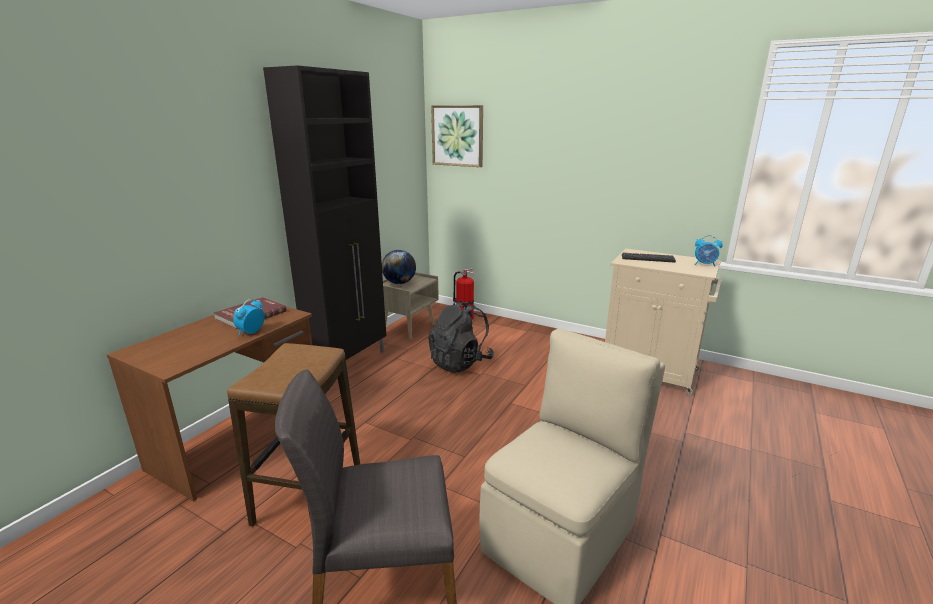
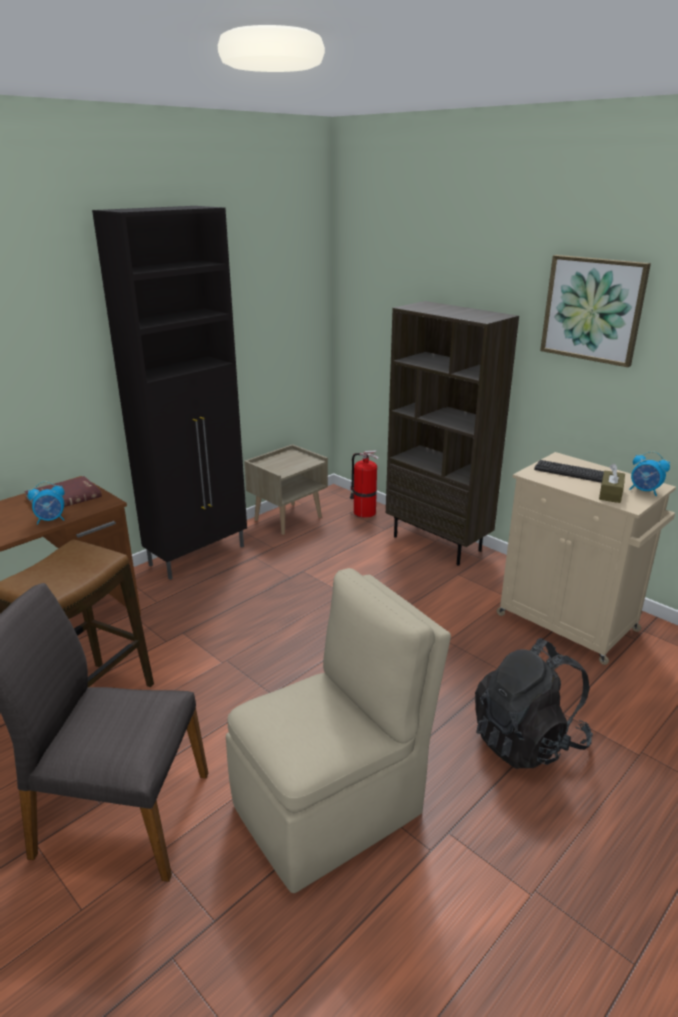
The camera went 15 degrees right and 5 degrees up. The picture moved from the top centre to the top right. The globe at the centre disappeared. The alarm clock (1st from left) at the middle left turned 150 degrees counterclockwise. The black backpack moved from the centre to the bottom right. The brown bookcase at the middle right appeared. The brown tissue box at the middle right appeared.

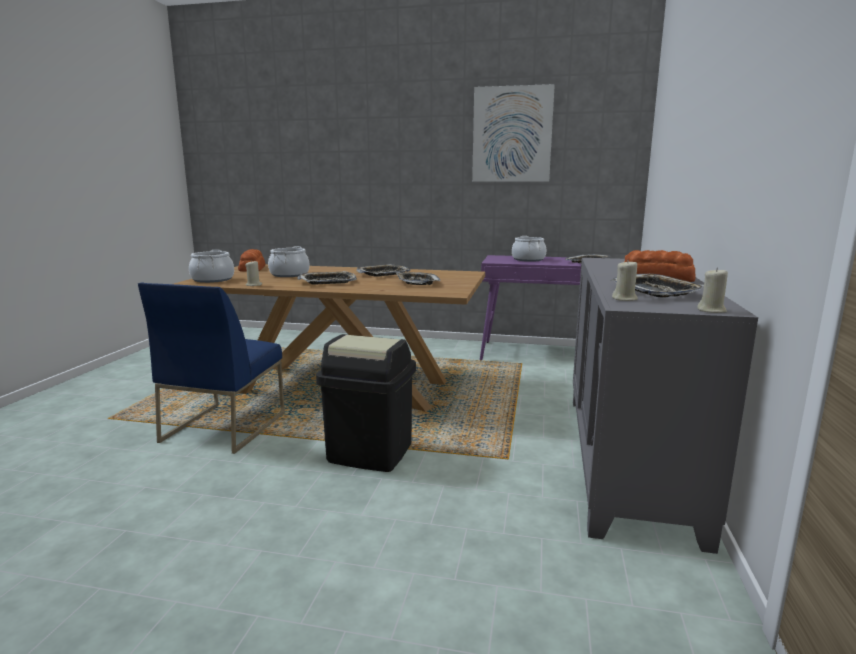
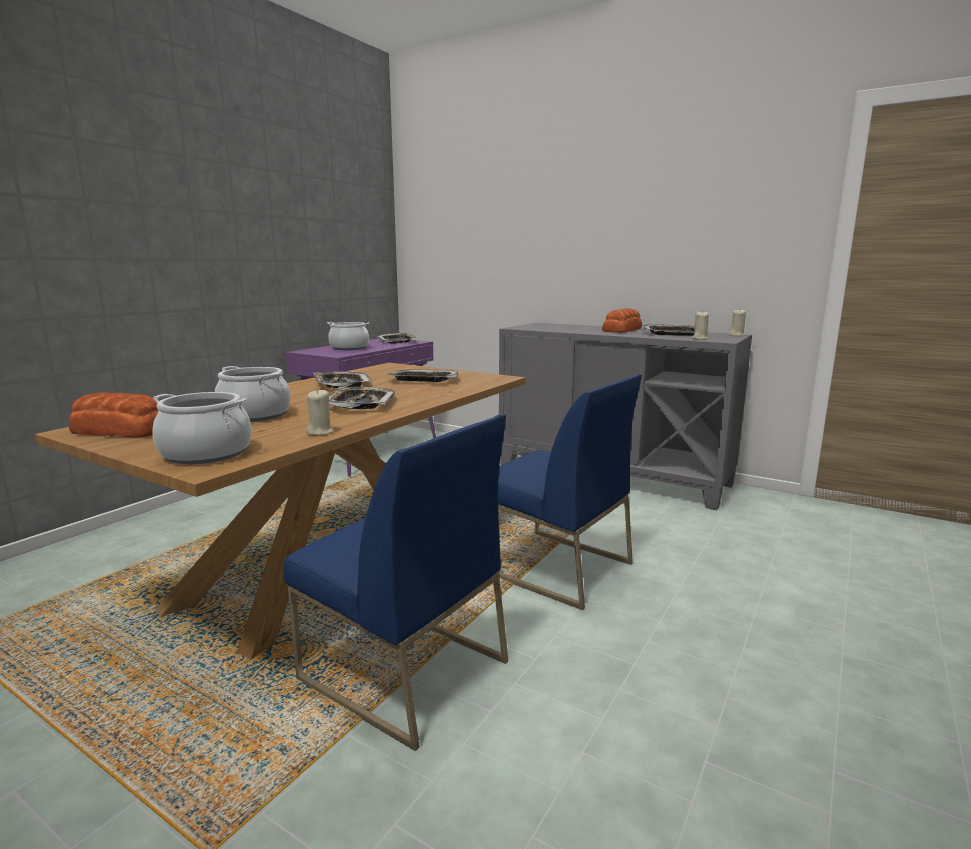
The camera went 70 degrees left and 0 degrees up. The picture at the top centre disappeared. The black trash can at the centre was replaced by the blue chair (2nd from left) at the centre.

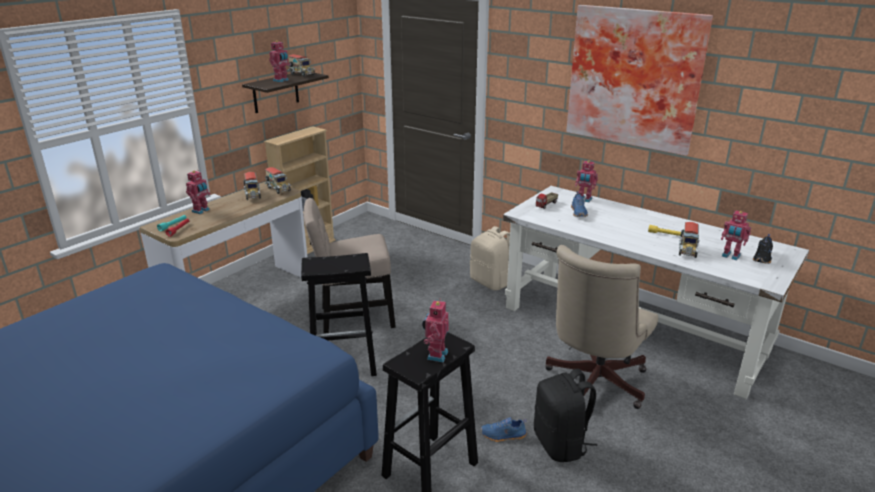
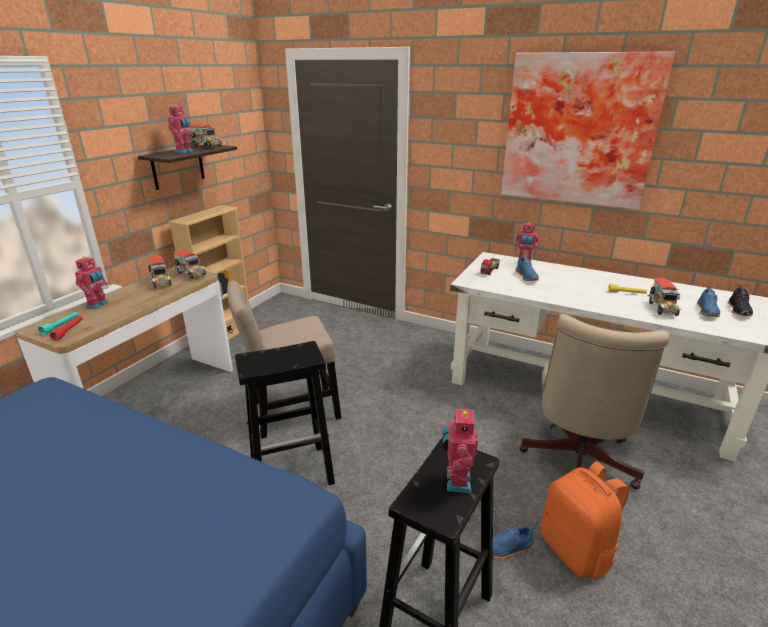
The camera went 10 degrees left and 0 degrees up. The toy robot (5th from left) at the middle right was replaced by the blue shoe (3rd from left) at the middle right. The beige backpack at the centre disappeared. The black backpack at the bottom centre became the orange backpack at the bottom right.

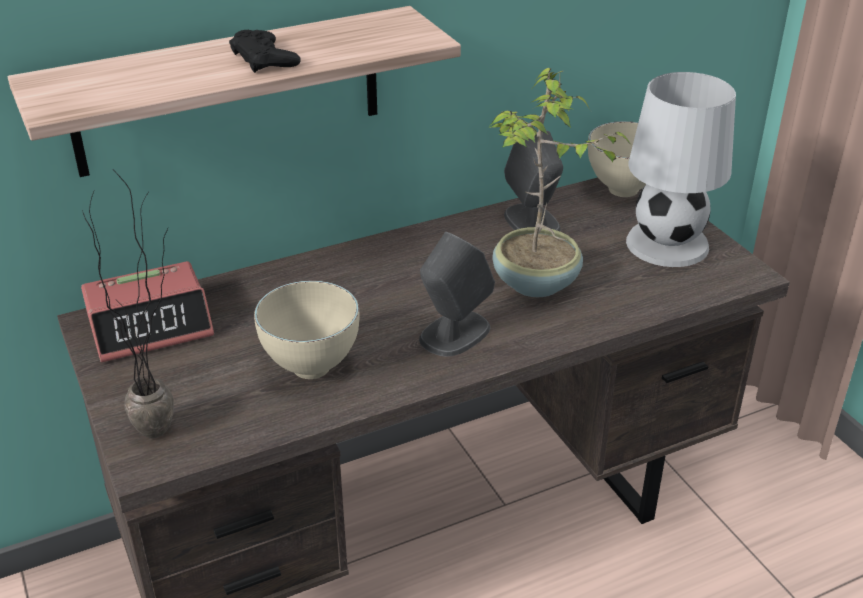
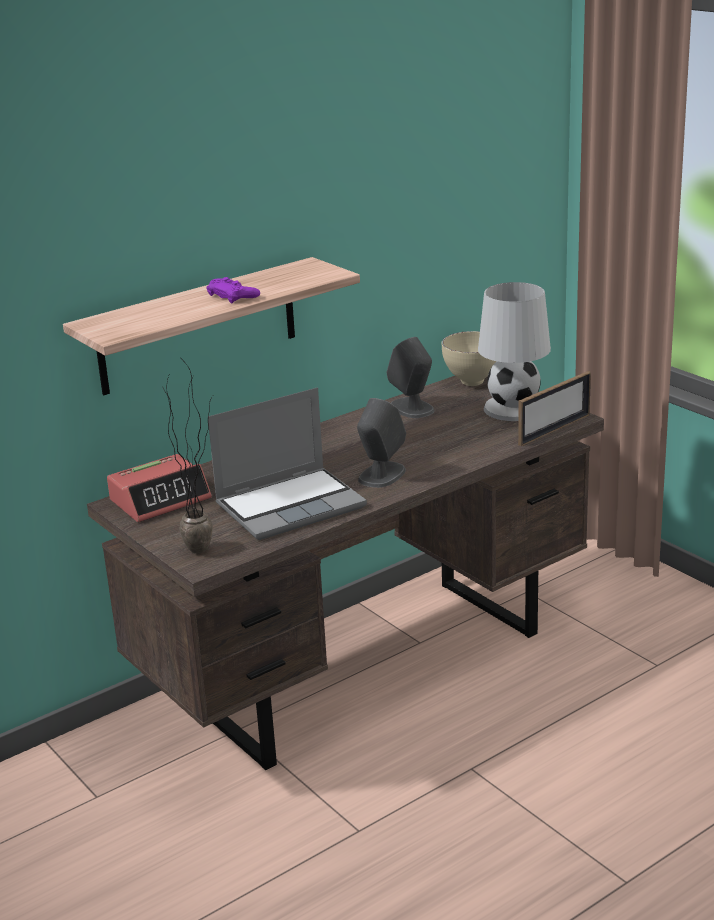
The camera went 10 degrees left and 10 degrees down. The black game controller at the top left became the purple game controller at the top left. The potted plant (2nd from left) at the top centre disappeared. The beige bowl (1st from left) at the centre was replaced by the laptop at the centre. The picture frame at the middle right appeared.

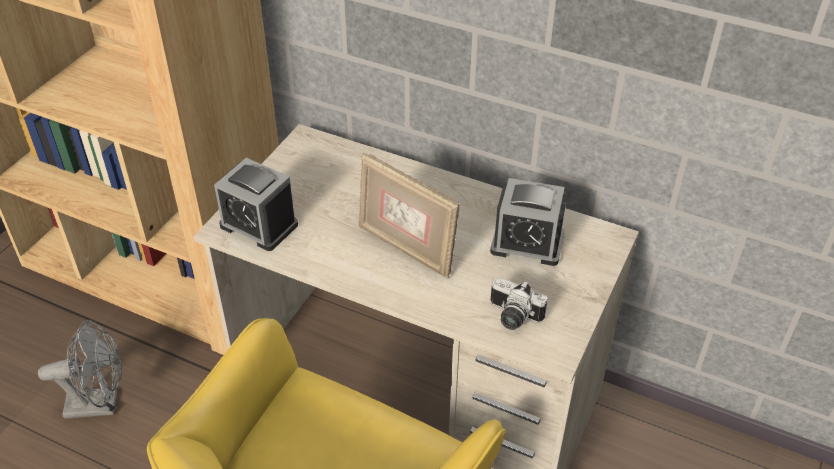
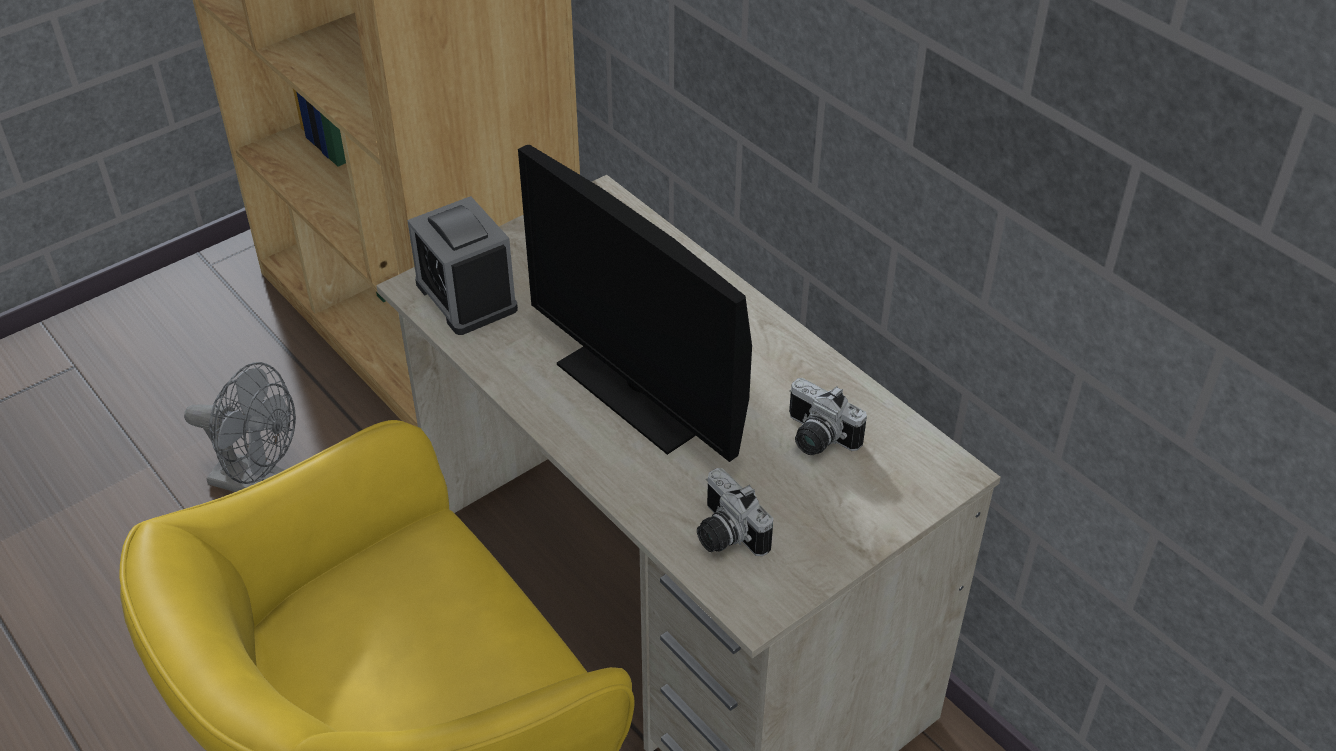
The camera went 25 degrees right and 0 degrees up. The picture frame at the centre was replaced by the monitor at the centre. The alarm clock (2nd from left) at the centre was replaced by the photo camera (2nd from left) at the centre.

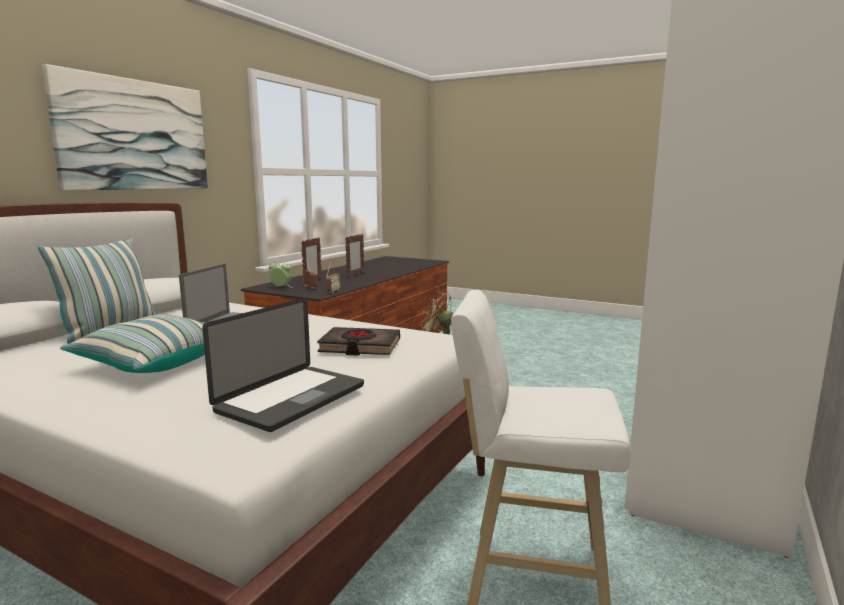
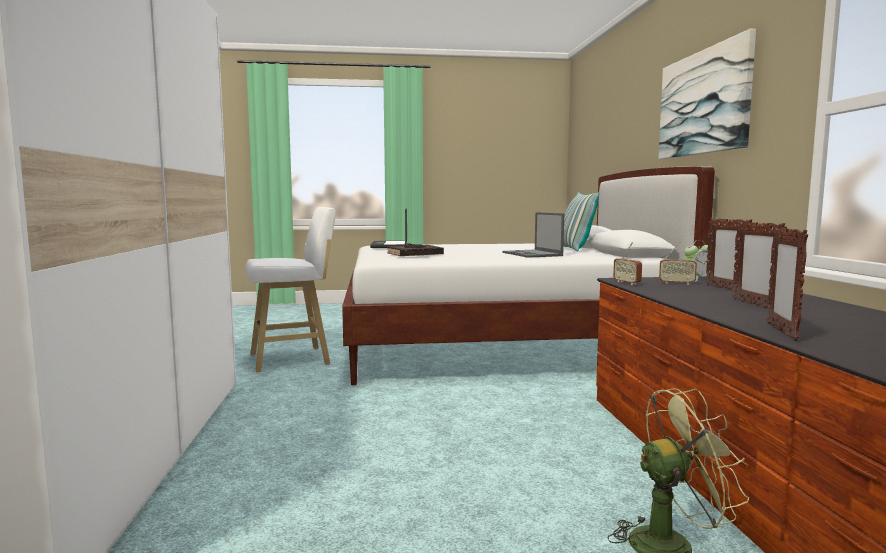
The camera went 145 degrees right and 5 degrees down. The pillow (2nd from left) at the middle left disappeared. The picture frame (3rd from left) at the middle right appeared.

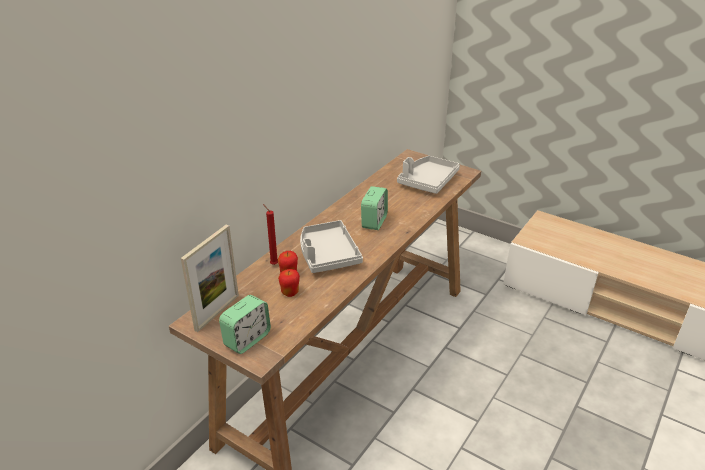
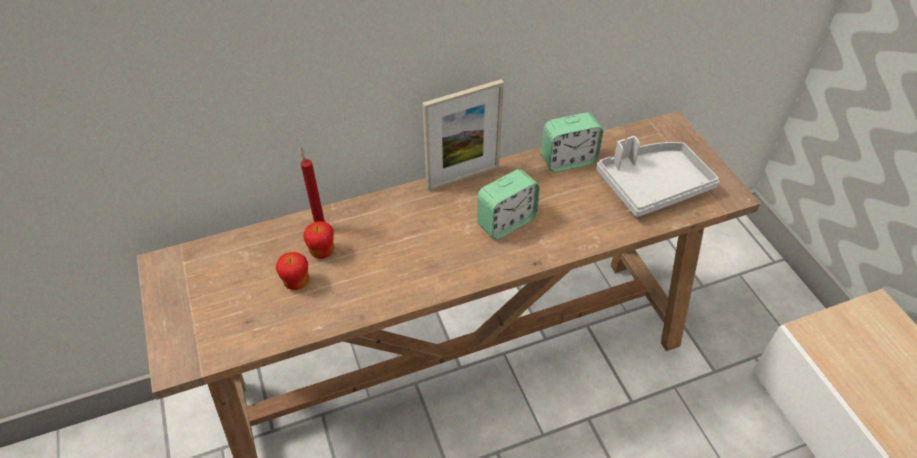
The camera went 35 degrees right and 15 degrees up. The grey tray (1st from left) at the centre disappeared. The picture frame moved from the middle left to the top centre. The alarm clock (1st from left in the first image) moved from the bottom centre to the top centre.

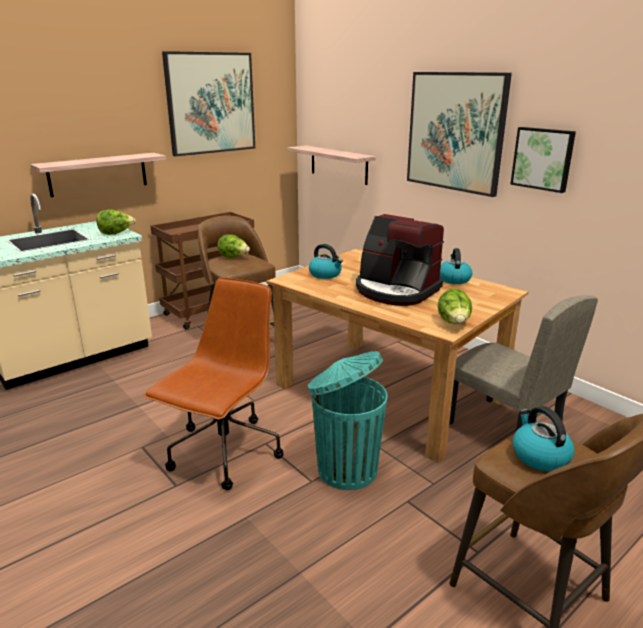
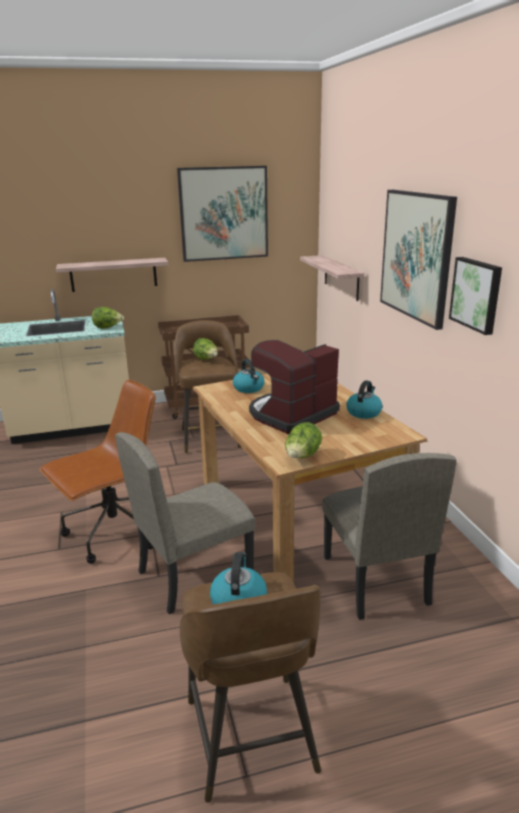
The camera went 25 degrees right and 0 degrees up. The coffee machine at the centre turned 75 degrees clockwise. The turquoise trash can at the bottom centre was replaced by the beige chair (1st from left) at the centre.

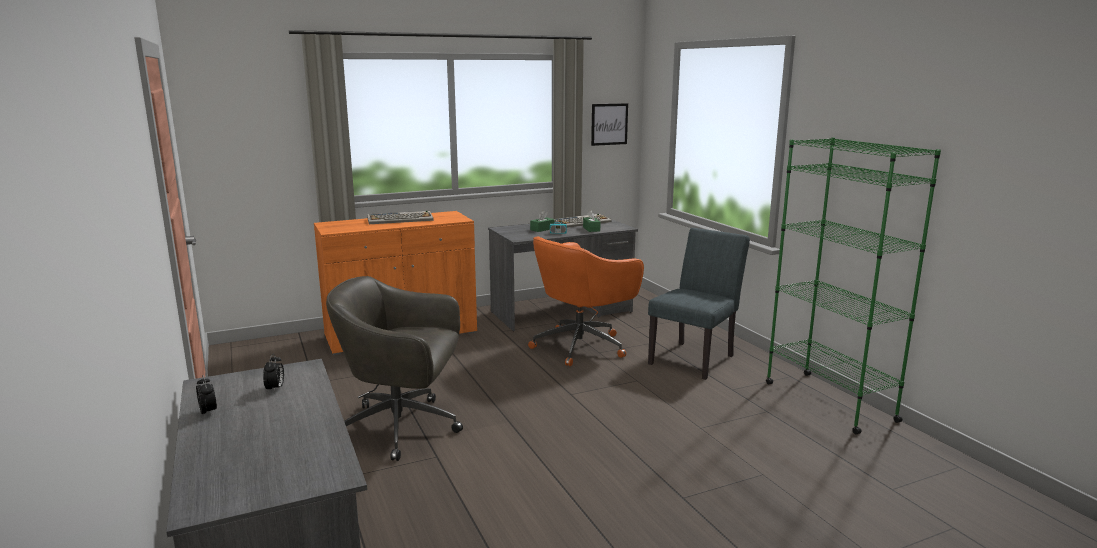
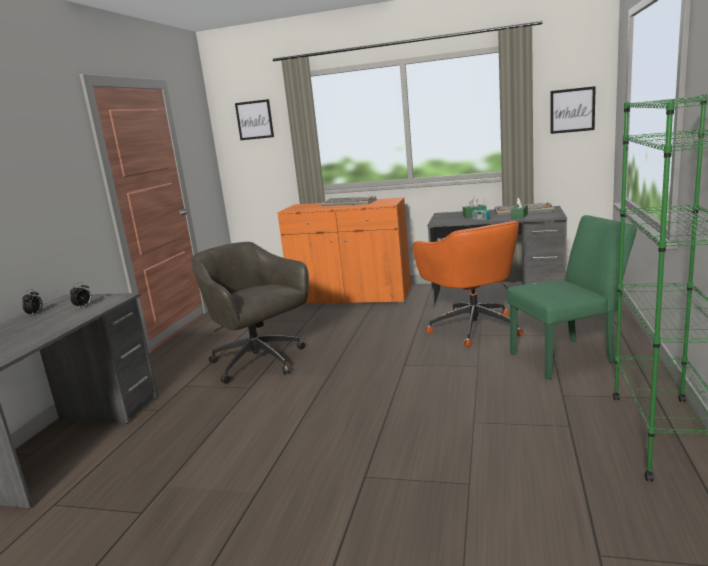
The camera went 40 degrees right and 0 degrees up. The grey chair at the centre became the green chair at the middle right. The orange office chair at the centre turned 105 degrees counterclockwise. The picture (1st from left) at the top centre appeared.

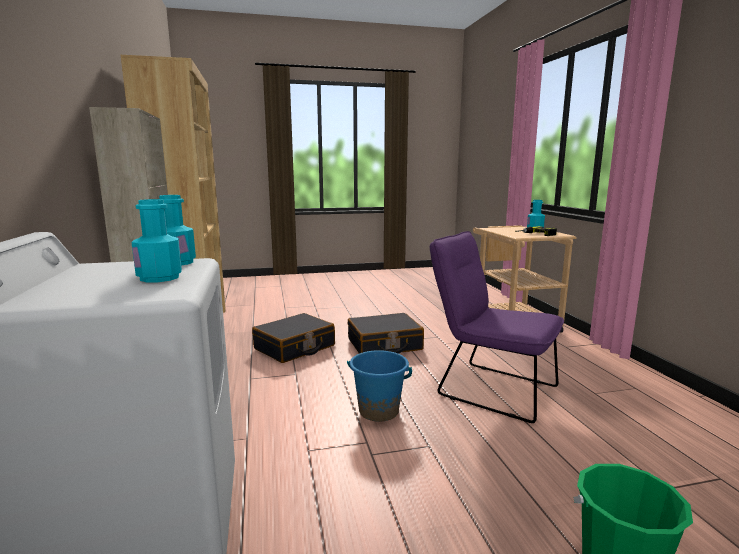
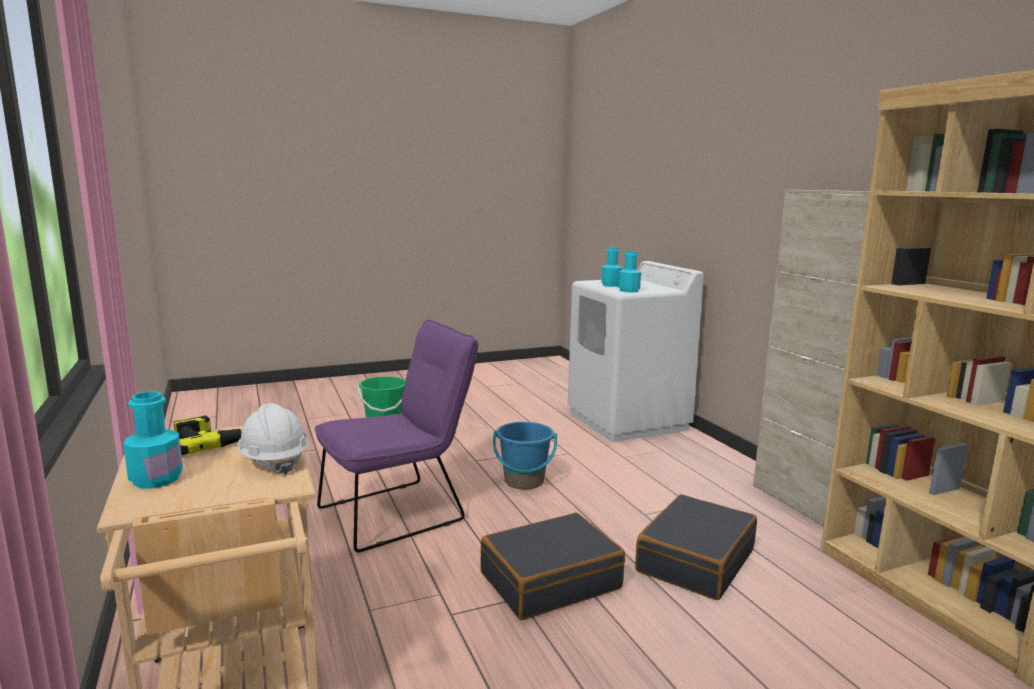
The camera went 170 degrees right and 0 degrees up. The purple chair at the middle right turned 60 degrees counterclockwise. The white hard hat at the middle left appeared.

